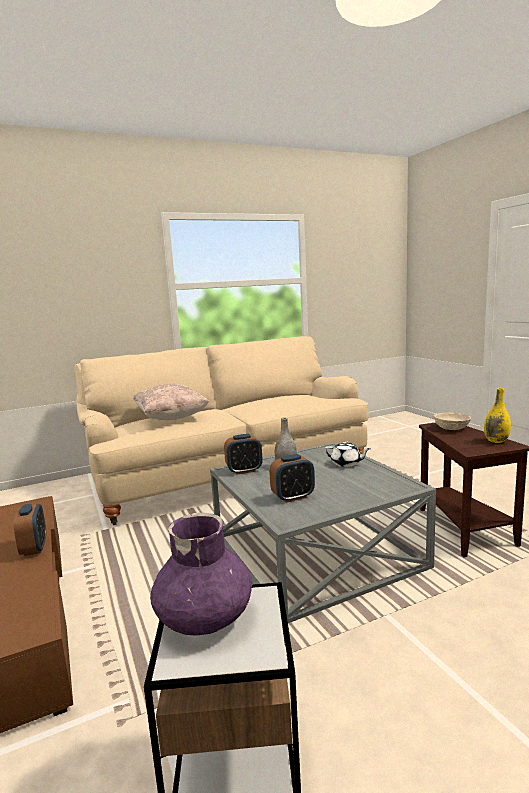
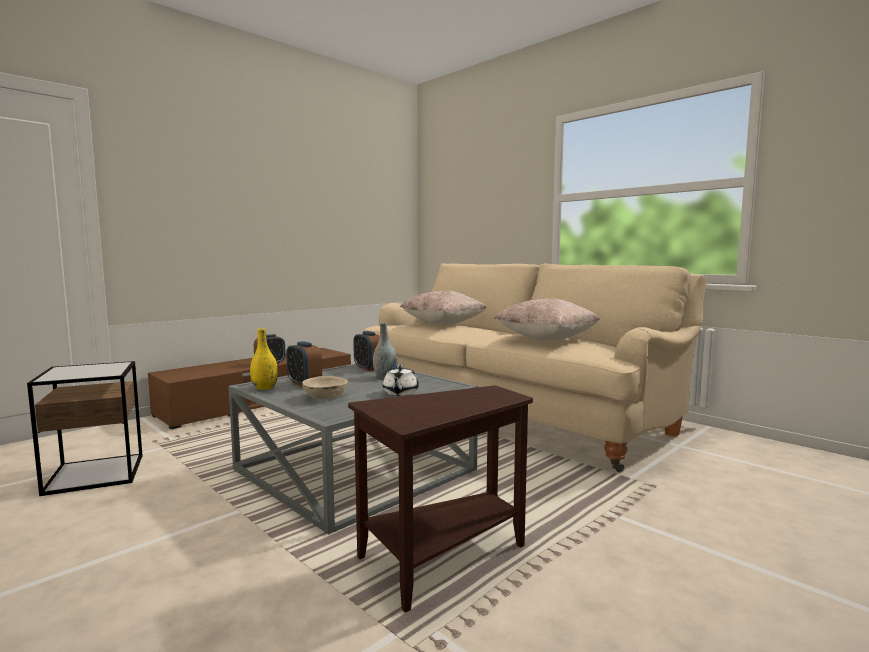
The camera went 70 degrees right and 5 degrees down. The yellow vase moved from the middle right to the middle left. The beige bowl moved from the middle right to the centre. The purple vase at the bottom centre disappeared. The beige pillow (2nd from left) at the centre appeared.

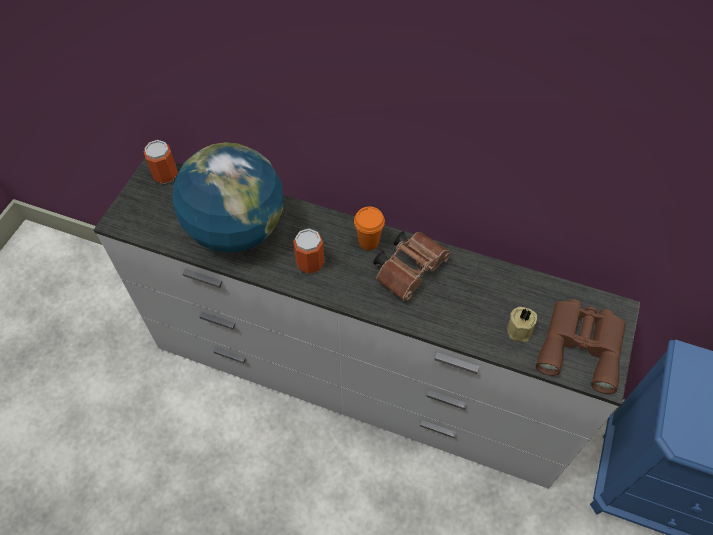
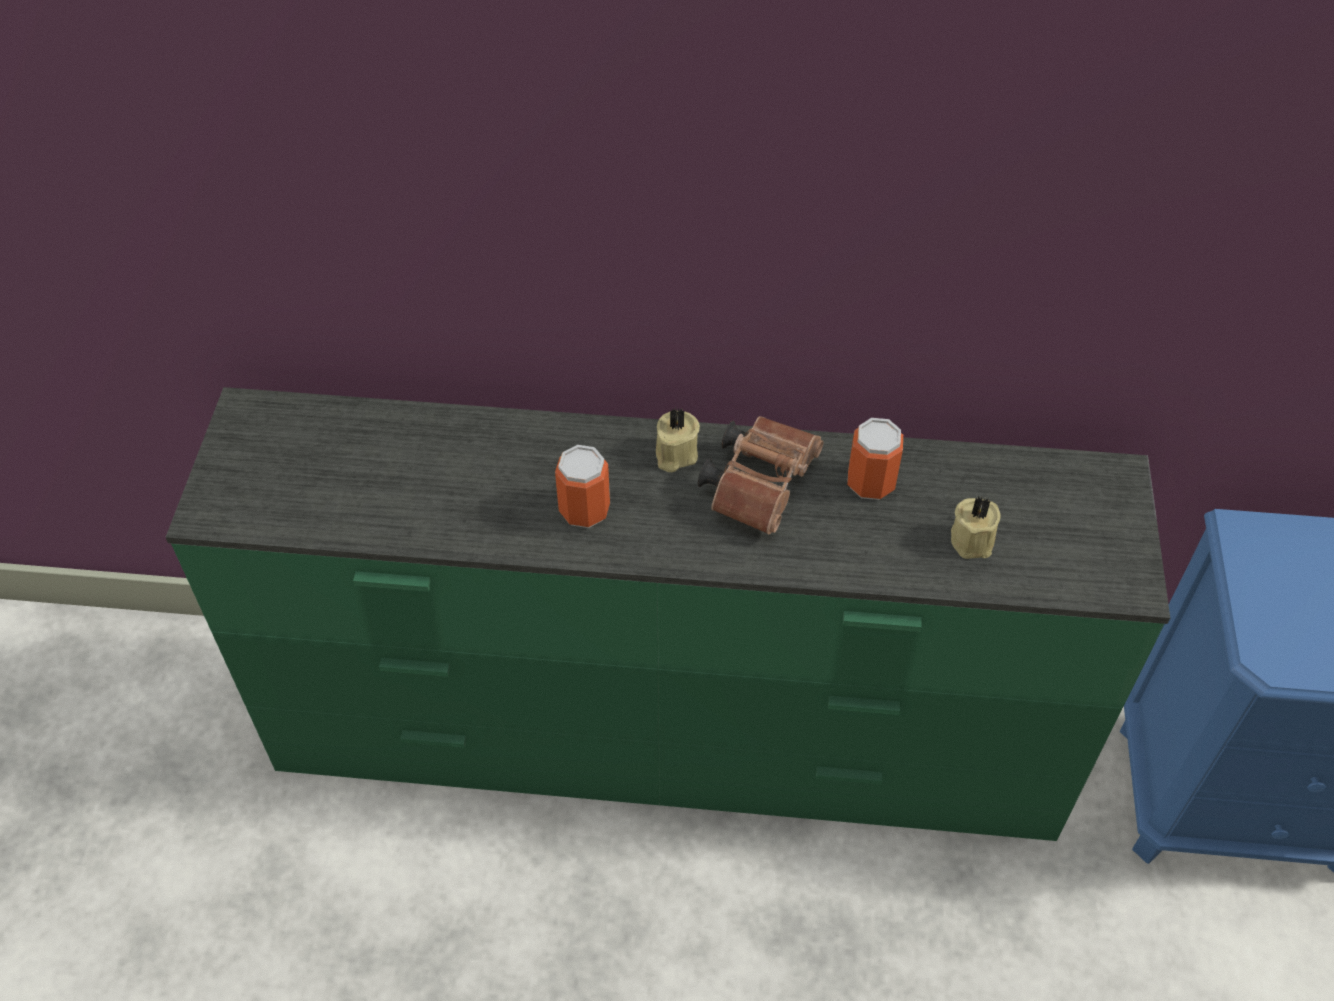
The camera went 15 degrees left and 5 degrees down. The can (1st from left in the first image) moved from the top left to the centre. The globe at the middle left disappeared. The white dresser at the centre became the green dresser at the centre. The orange cup at the centre was replaced by the beige candle (1st from left) at the centre. The brown binoculars (2nd from left) at the middle right disappeared.

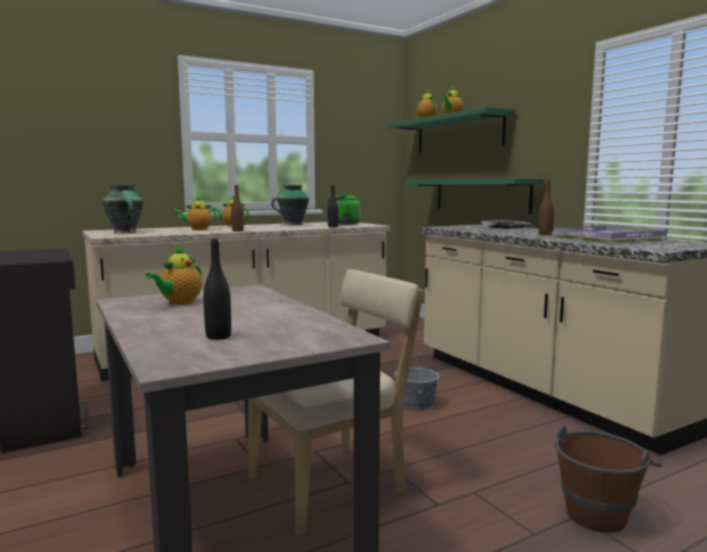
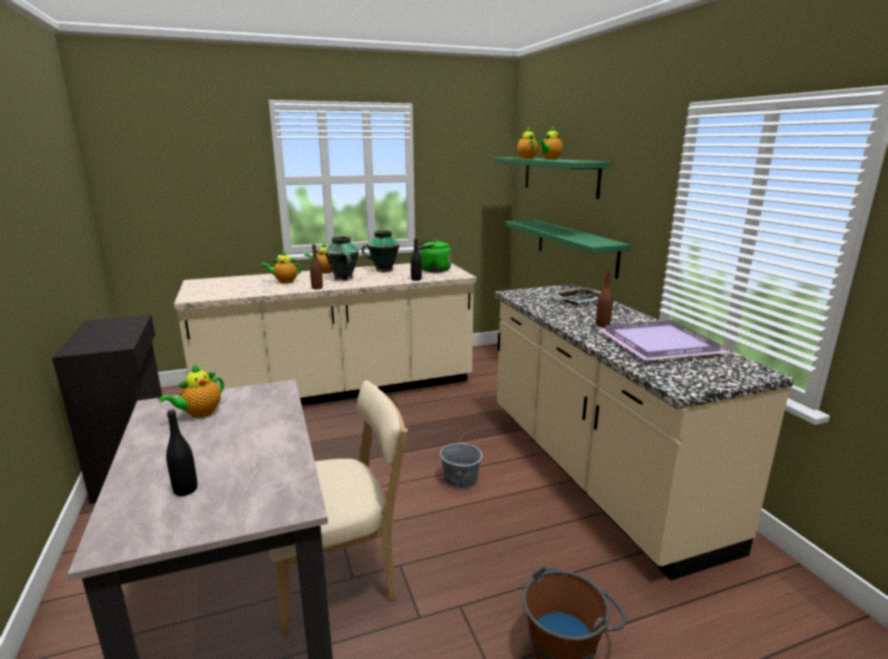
The camera went 10 degrees right and 10 degrees up. The vase (1st from left) moved from the middle left to the centre.

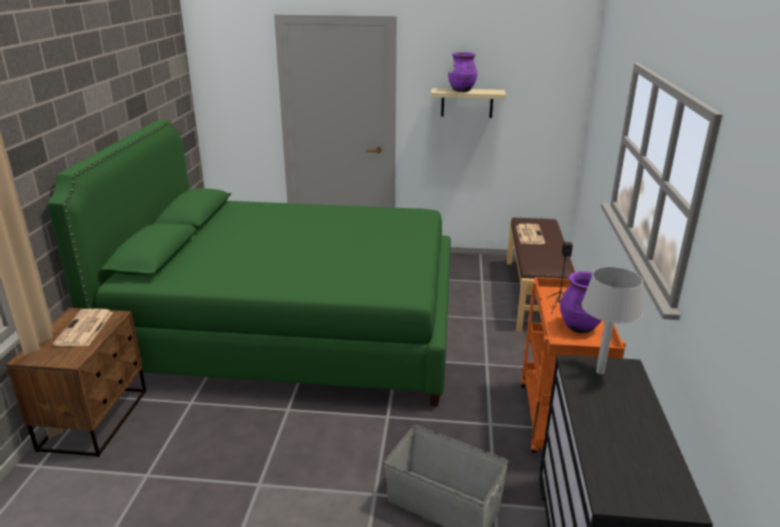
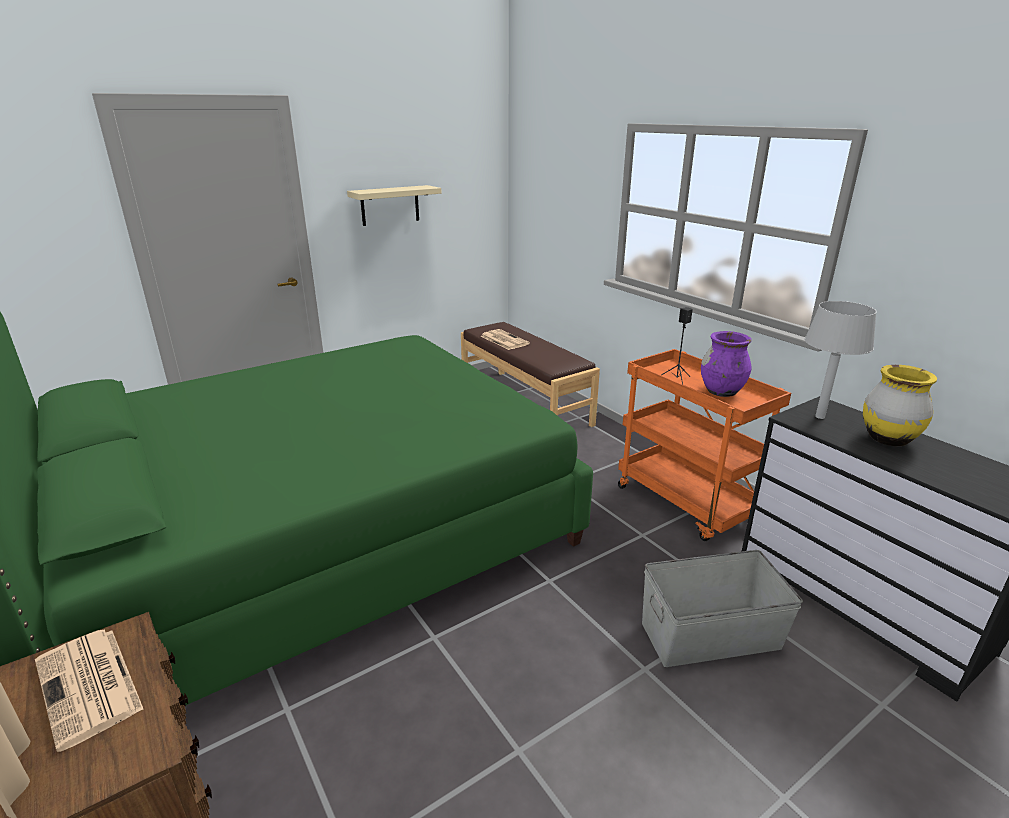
The camera went 40 degrees left and 0 degrees up. The purple vase (1st from left) at the top centre disappeared. The yellow vase at the middle right appeared.

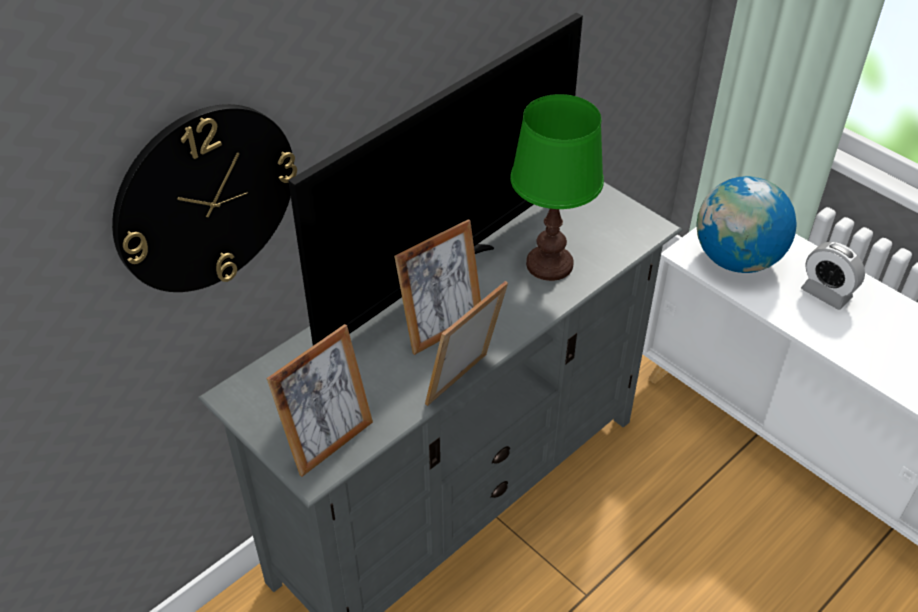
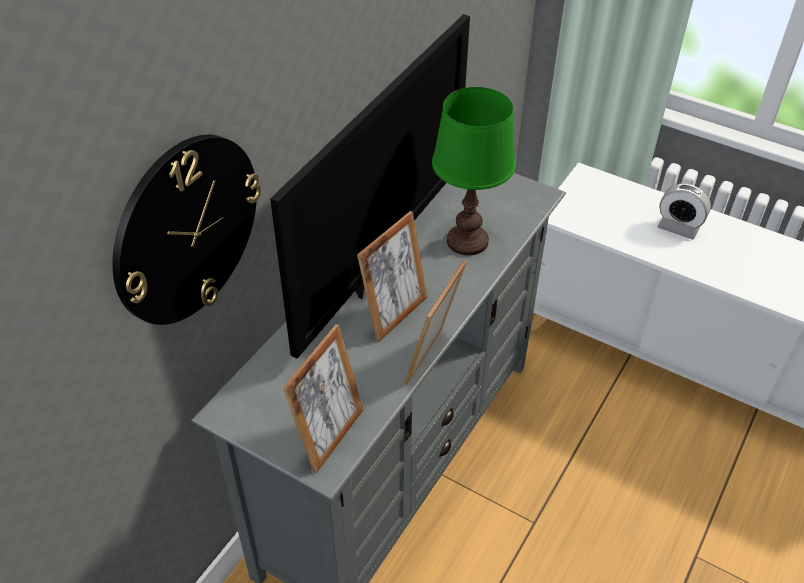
The camera went 15 degrees left and 0 degrees up. The globe at the middle right disappeared.

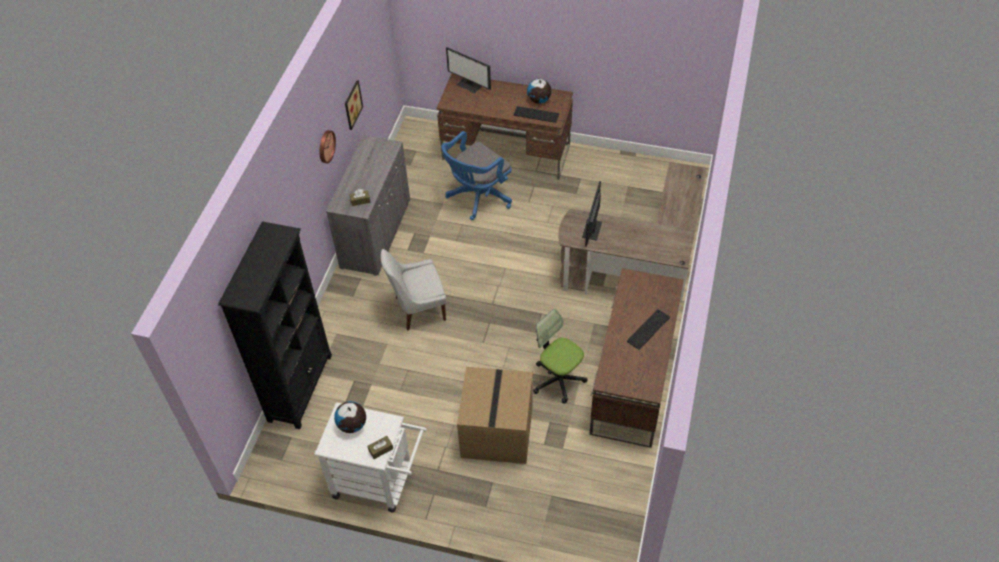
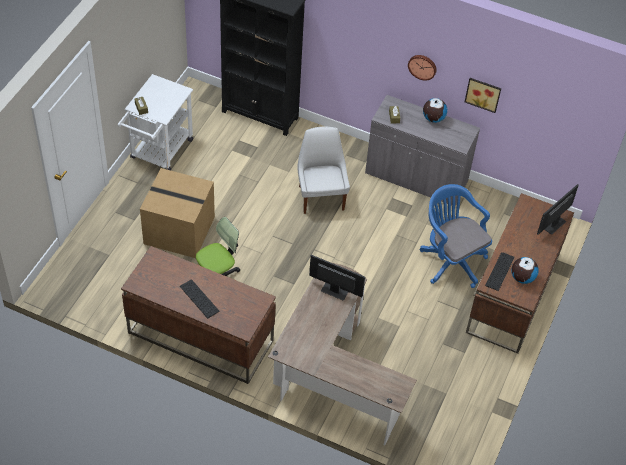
The camera went 95 degrees right and 0 degrees up. The globe (1st from left) moved from the bottom centre to the top right.

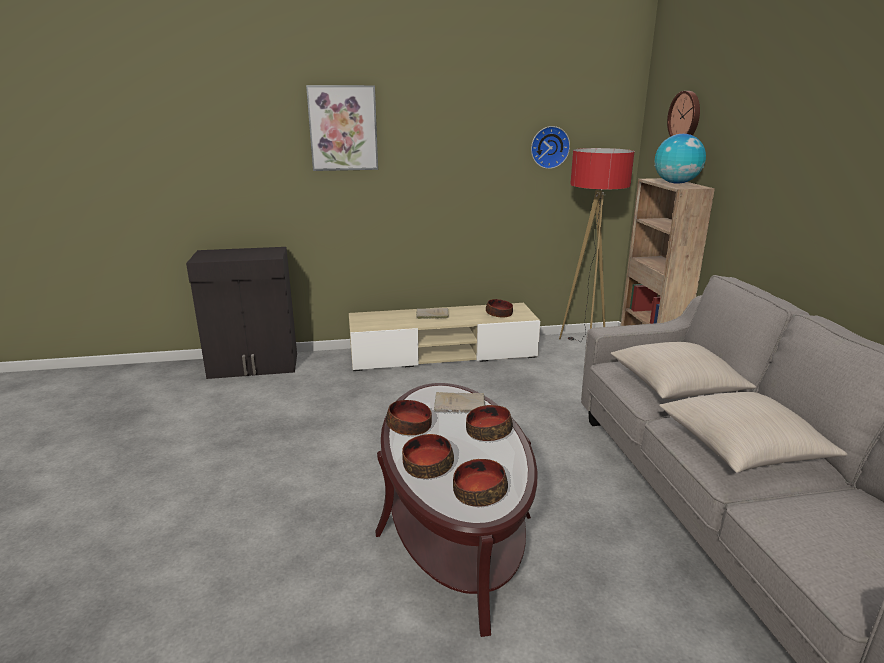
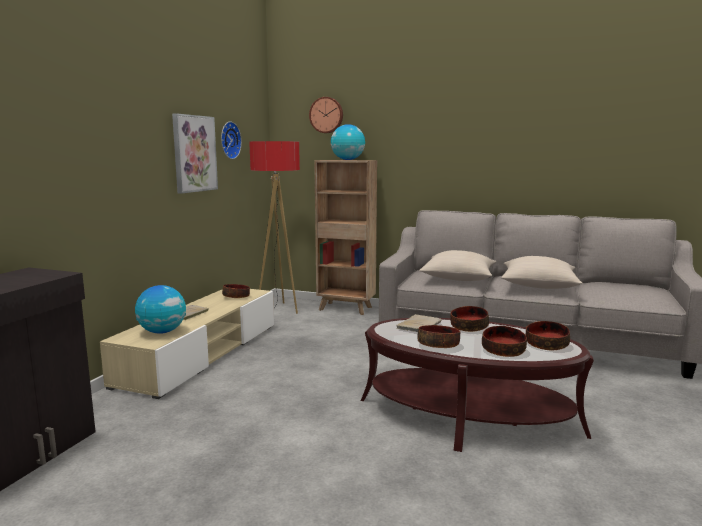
The camera went 60 degrees left and 10 degrees down. The picture moved from the top centre to the top left. The globe (1st from left) at the middle left appeared.

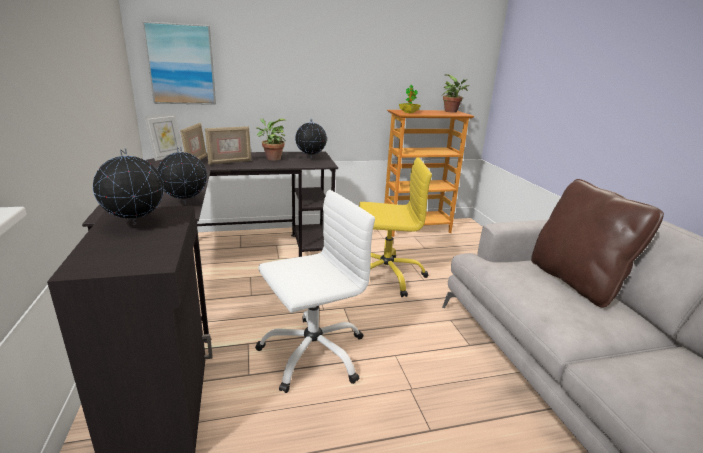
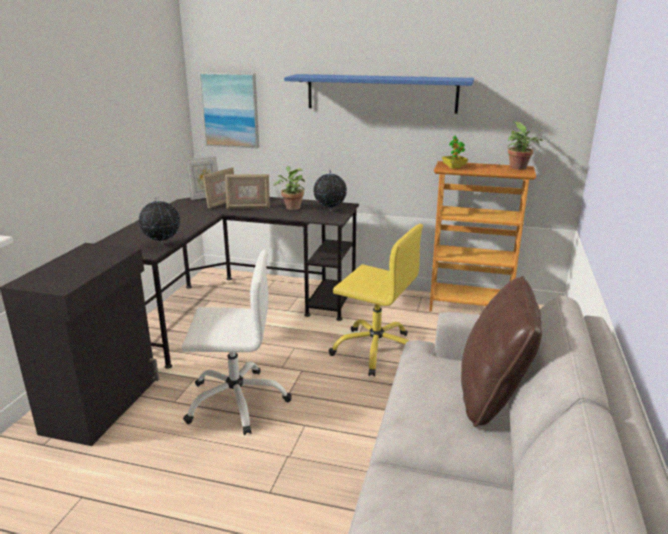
The camera went 30 degrees right and 0 degrees up. The globe (1st from left) at the middle left disappeared. The blue shelf at the top centre appeared.

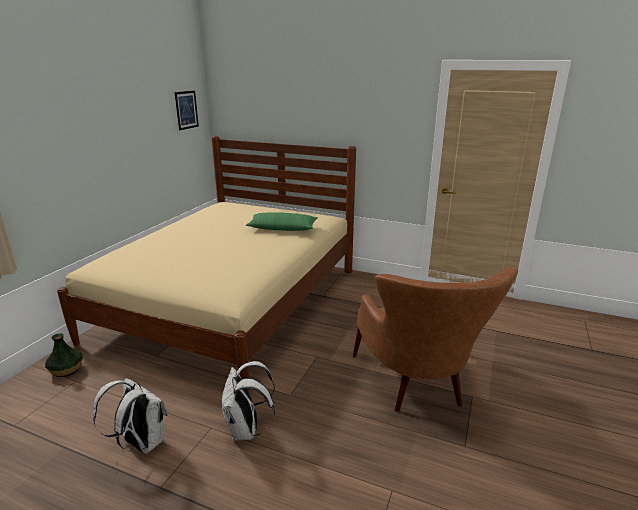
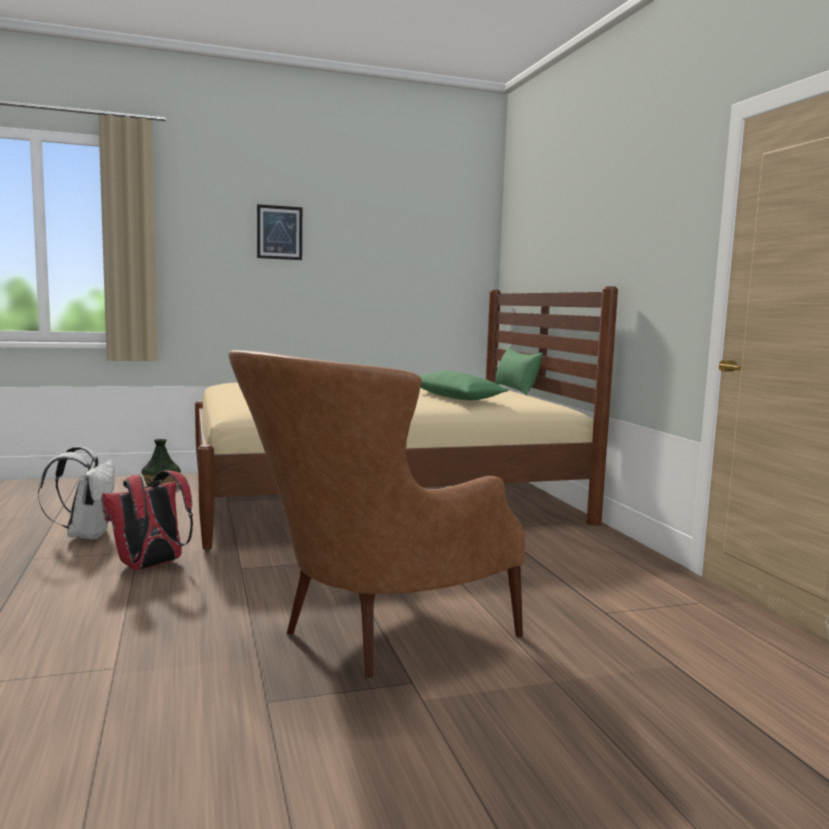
The camera went 50 degrees right and 15 degrees down. The picture moved from the top left to the top centre. The white backpack (2nd from left) at the bottom centre became the red backpack at the middle left. The green pillow (2nd from left) at the centre appeared.

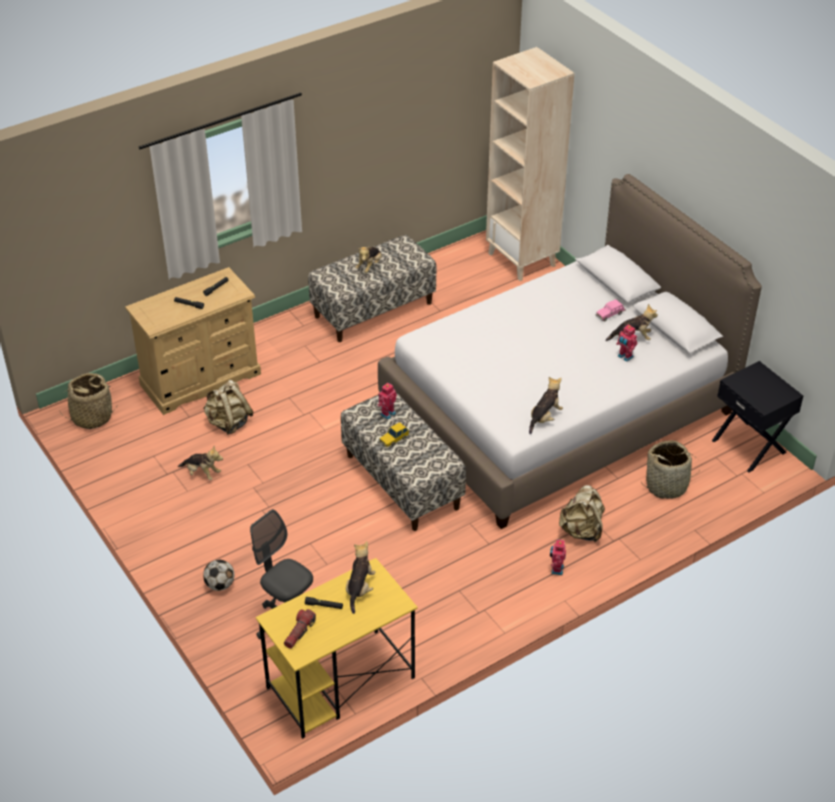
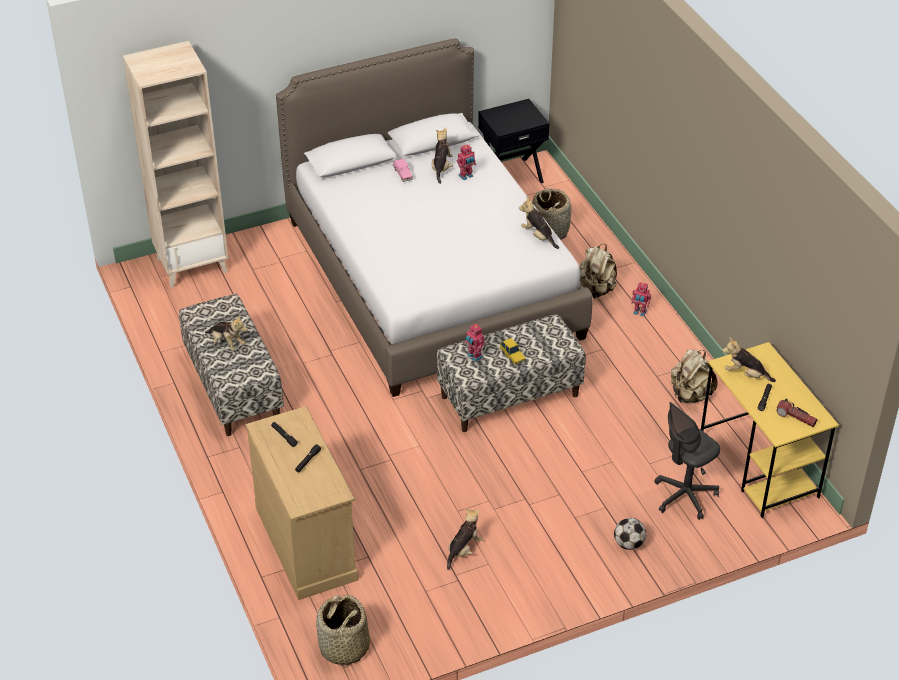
The camera went 80 degrees left and 0 degrees up. The beige backpack (1st from left in the first image) moved from the middle left to the middle right.

